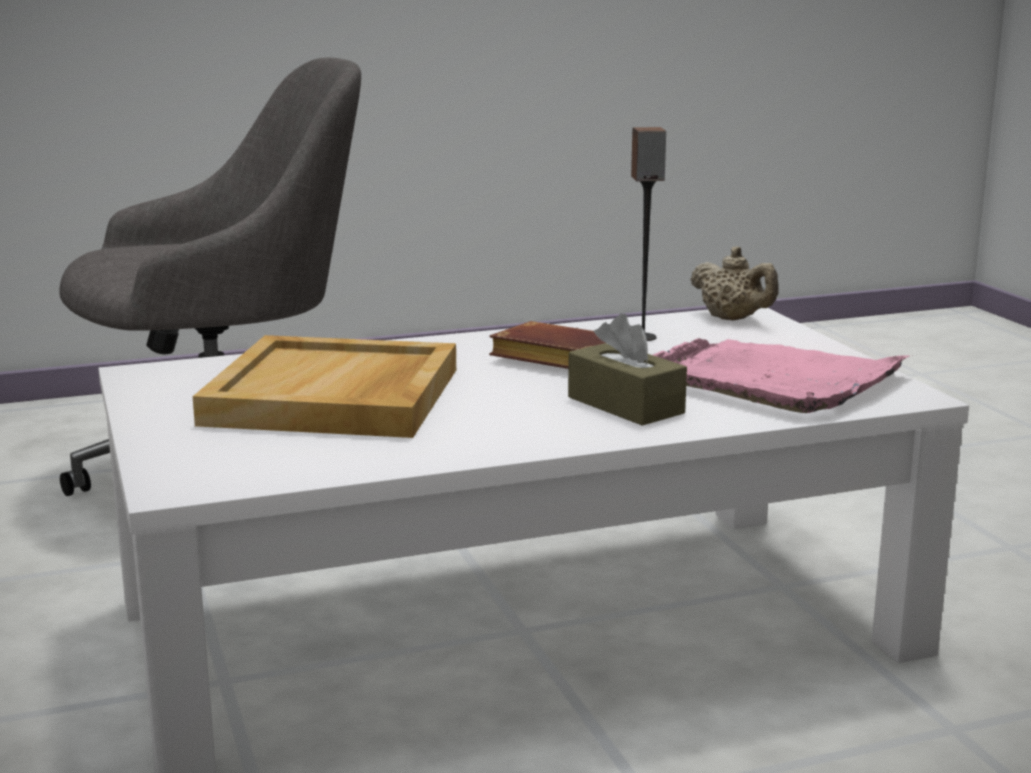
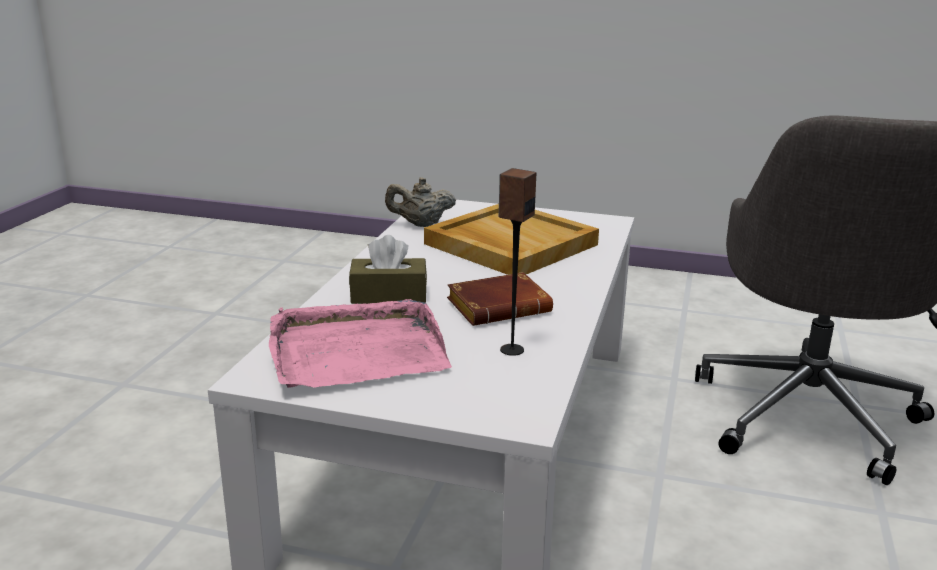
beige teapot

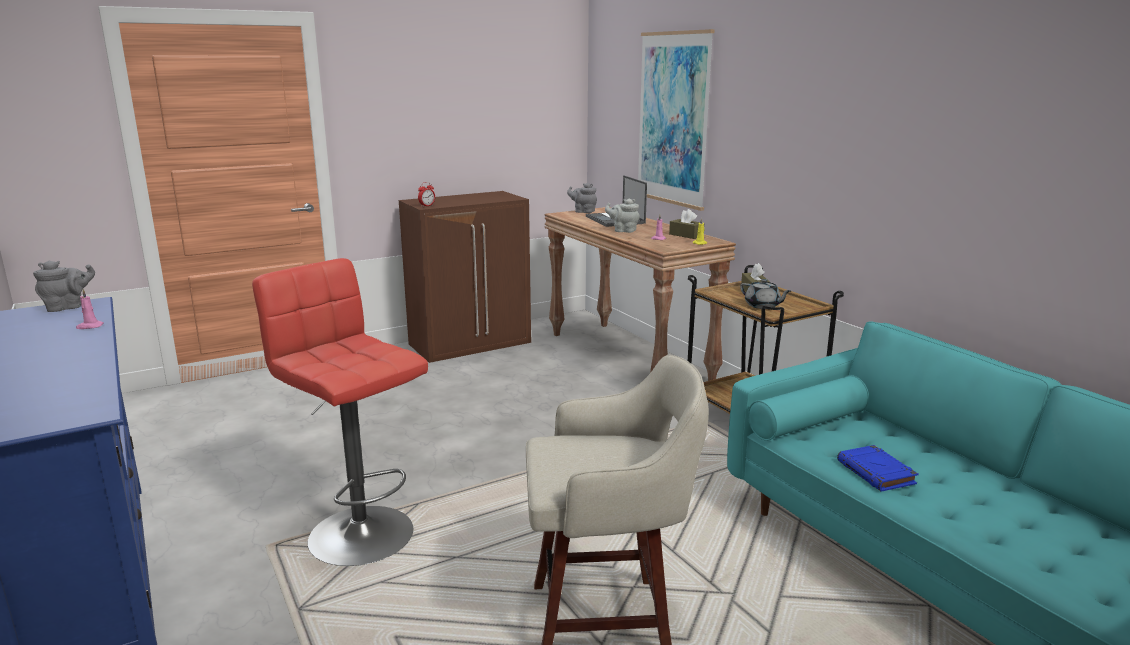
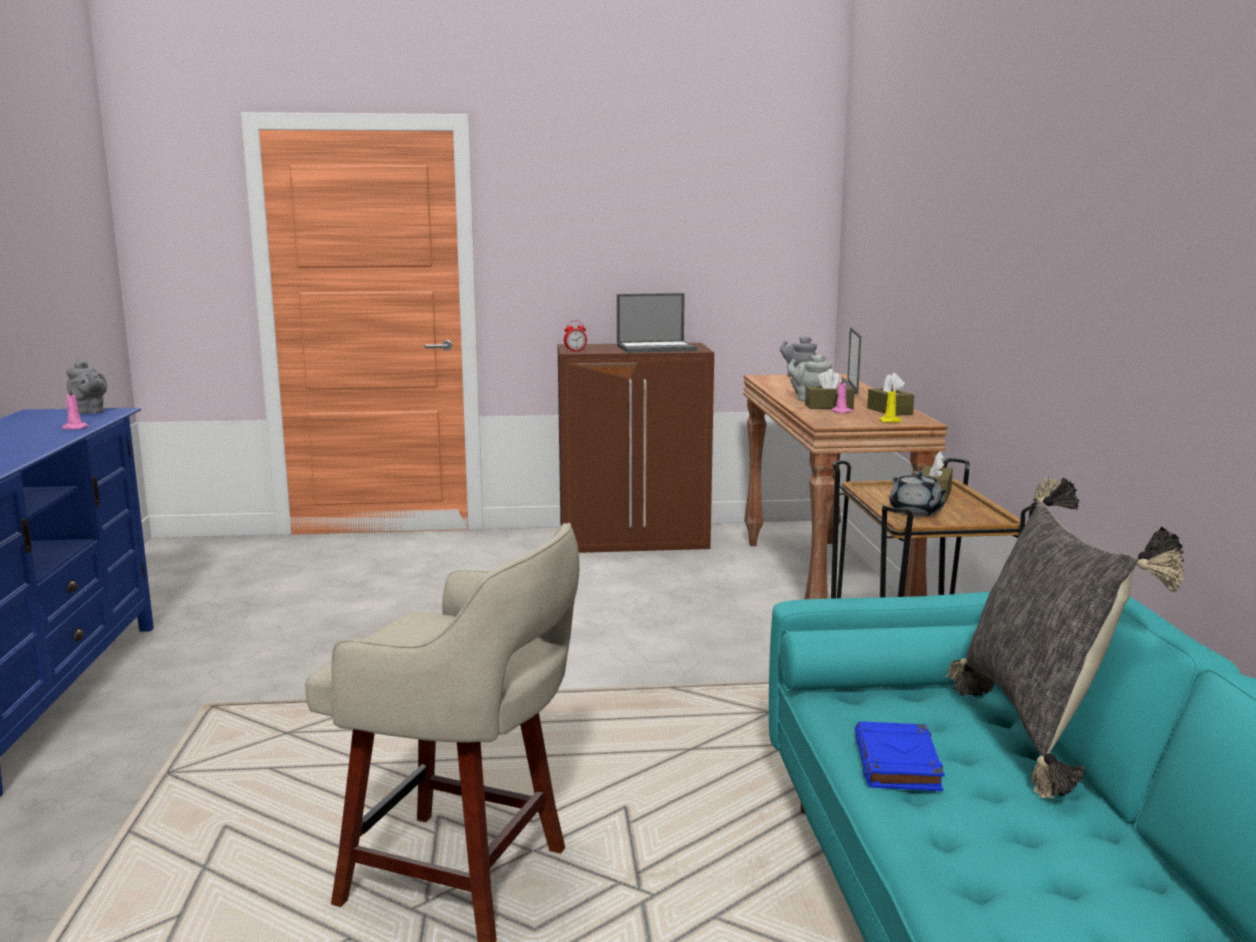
grey teapot (1st from left); red stool; picture; laptop (1st from left); brown tissue box (1st from left); pillow

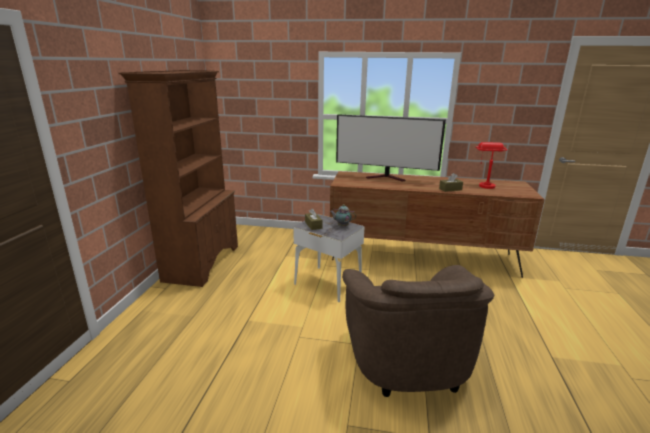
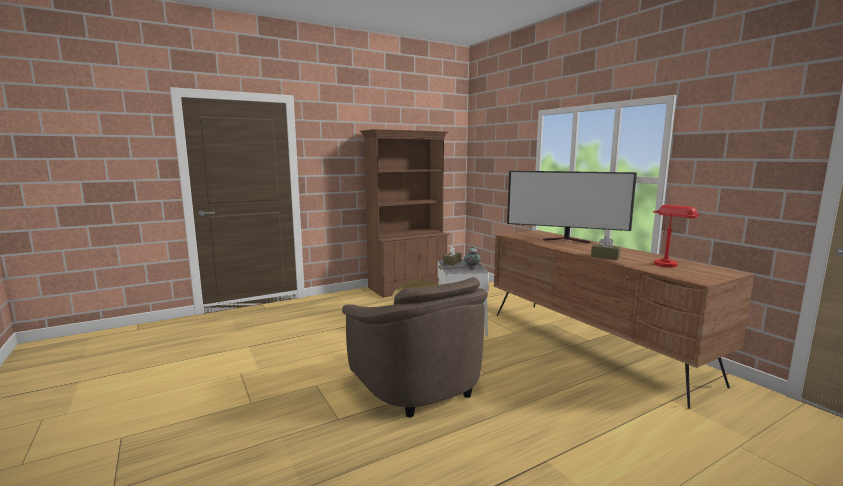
television; brown armchair

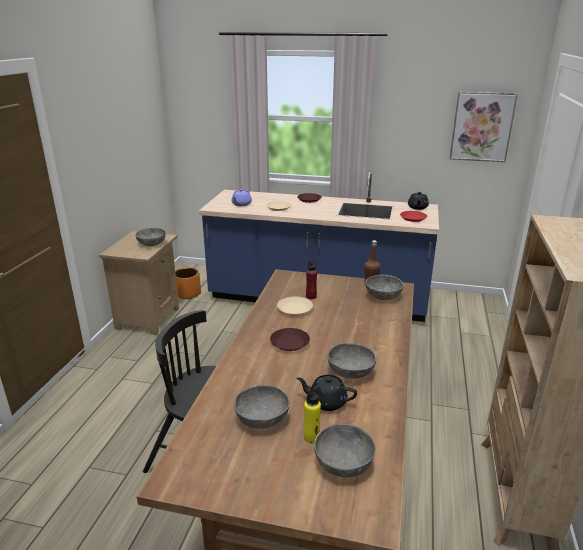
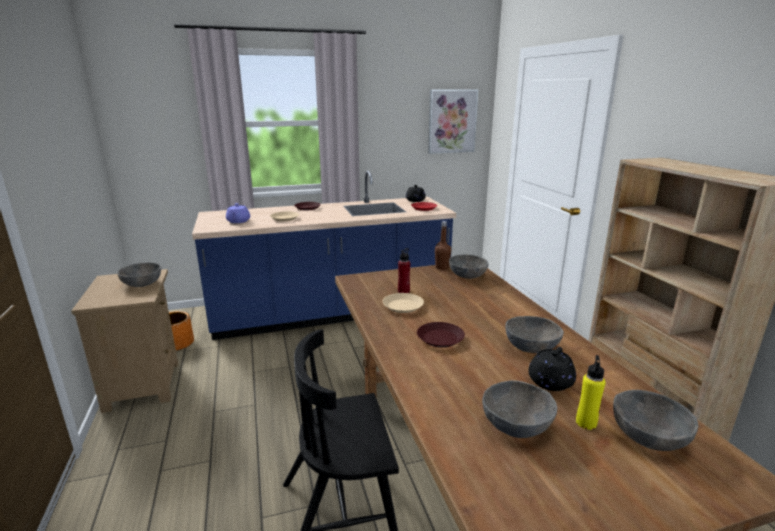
black teapot (2nd from left)

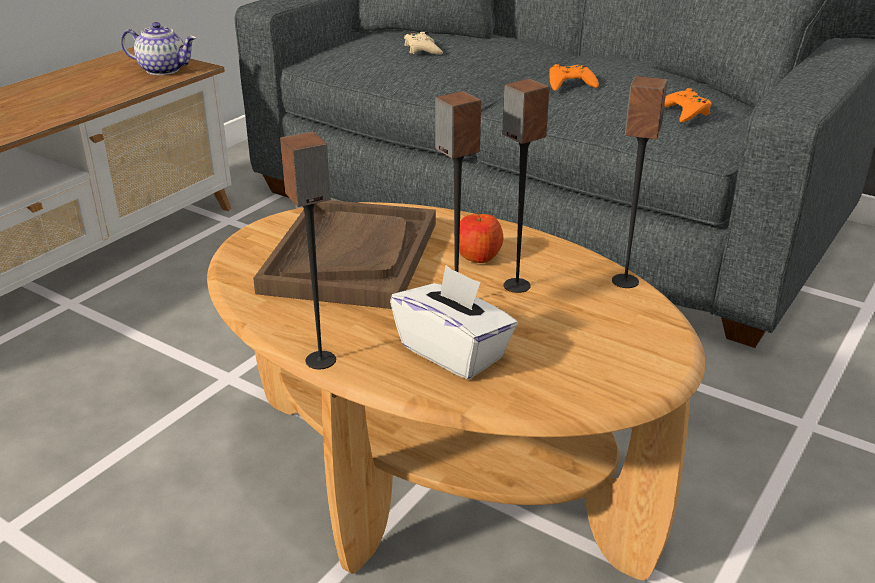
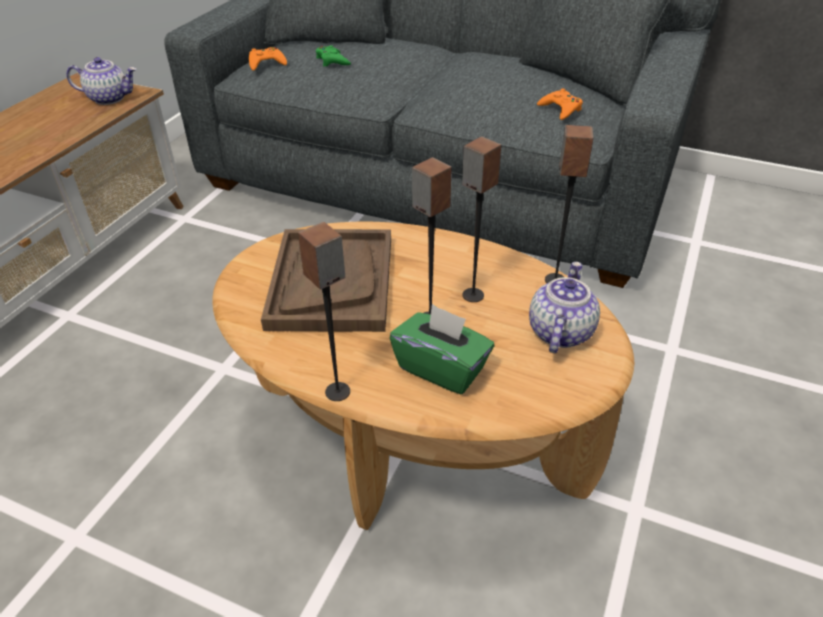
green tissue box; green game controller; apple; orange game controller (1st from left); teapot (2nd from left)

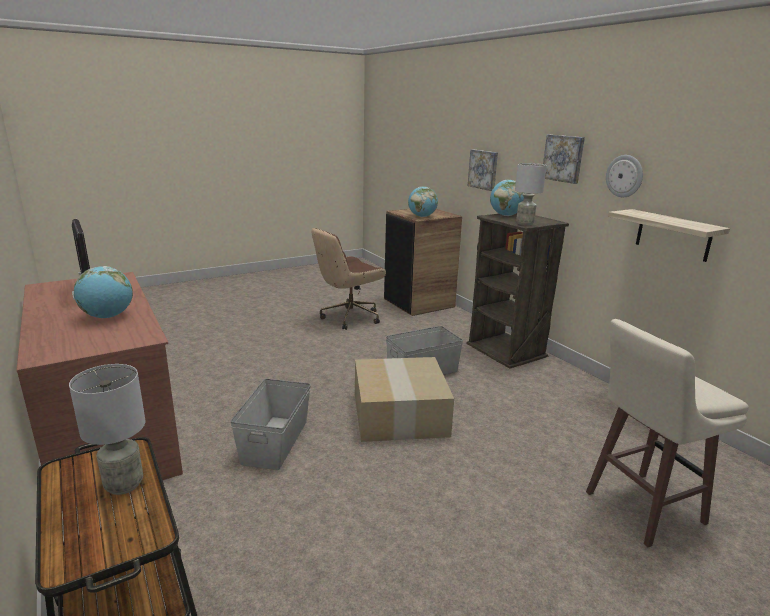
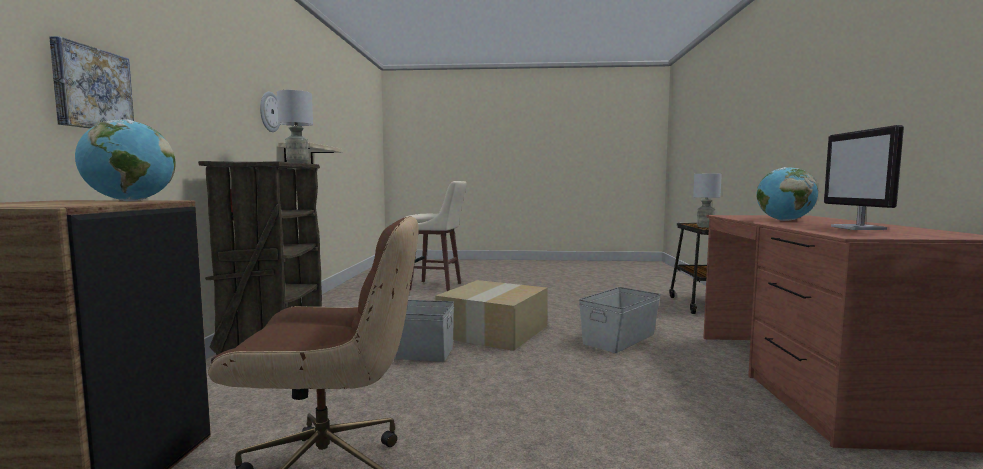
globe (3rd from left in the first image); picture (2nd from left in the first image)

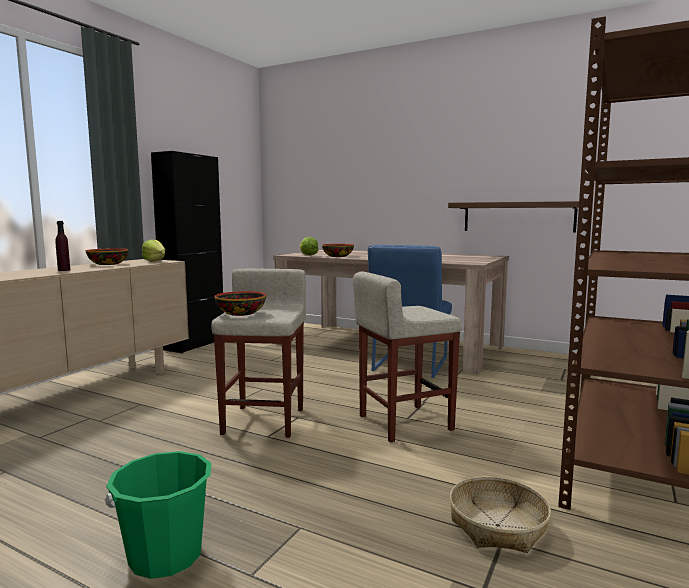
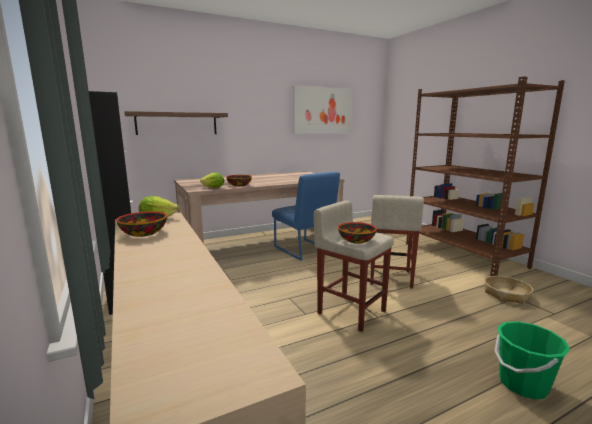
purple bottle; shelf; picture

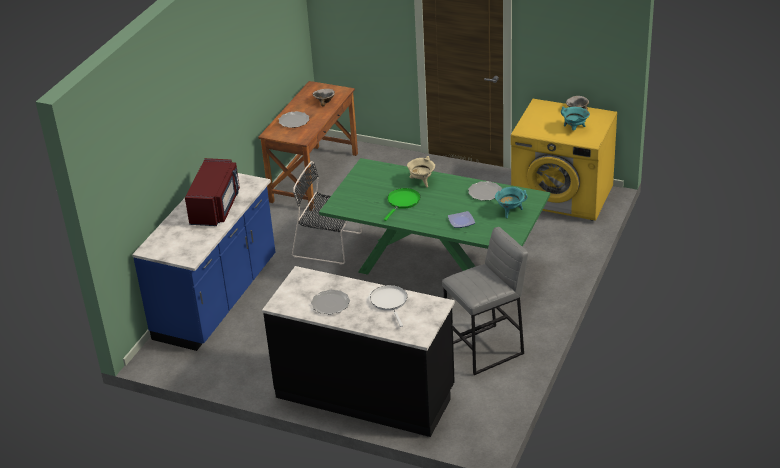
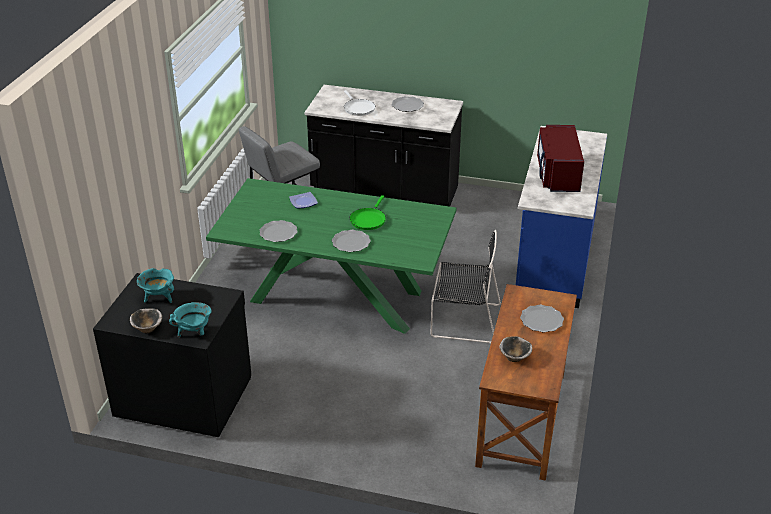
plate (3rd from left); turquoise cooking pot (2nd from left); black washing machine

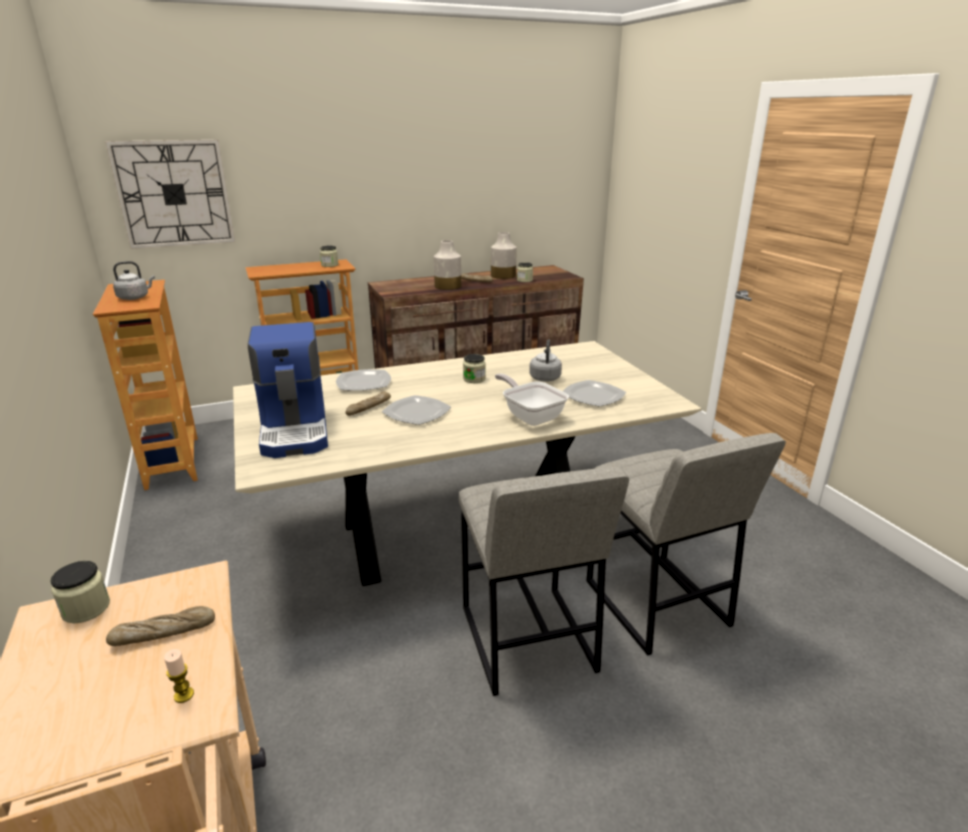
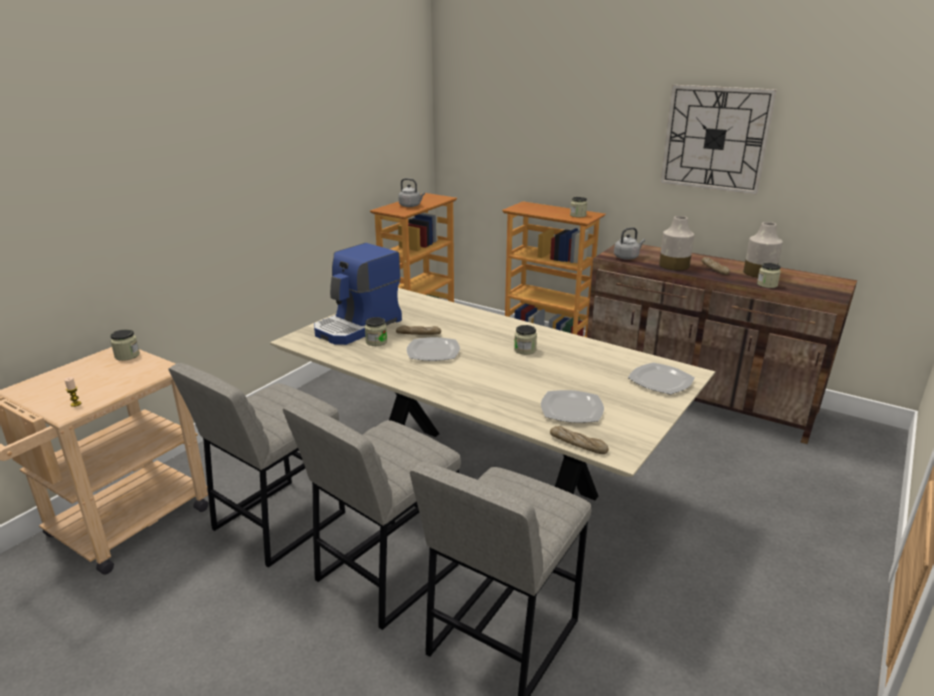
wall clock; bread (2nd from left); plate (3rd from left); frying pan; grey kettle (2nd from left); grey chair (1st from left); jar (2nd from left)

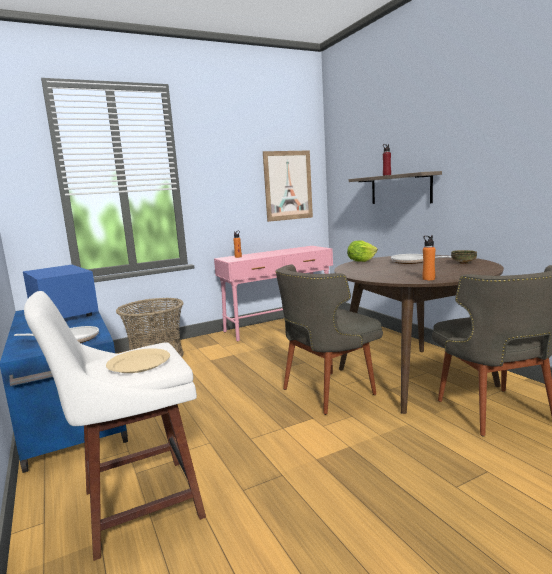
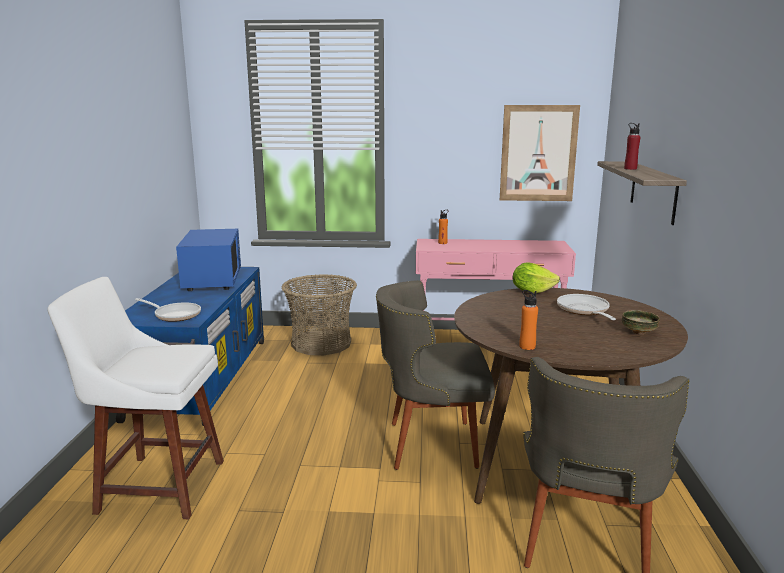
beige plate

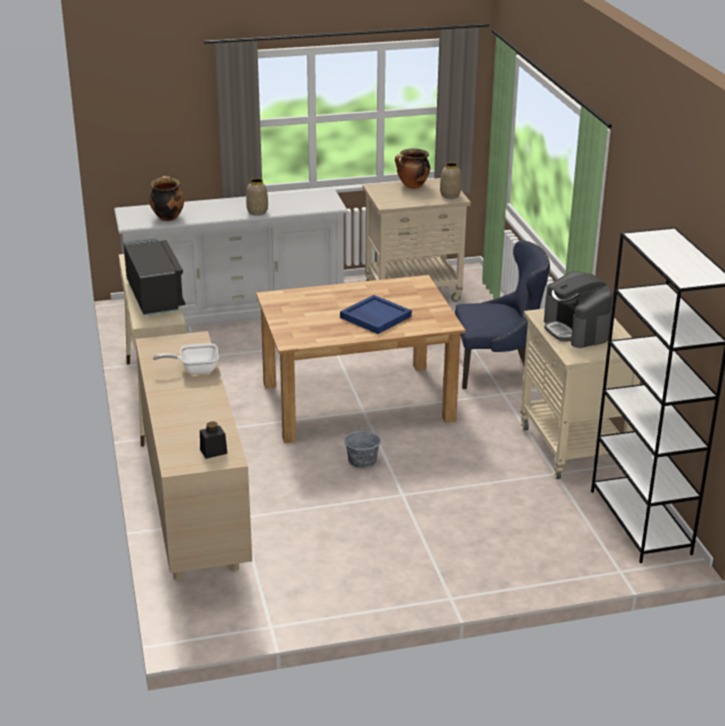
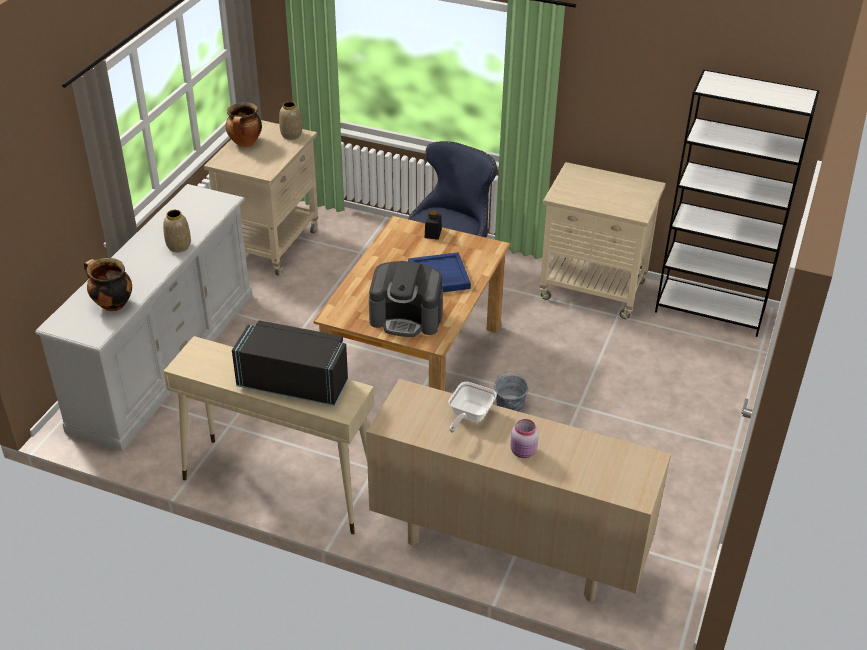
black jar; coffee machine; pink jar

